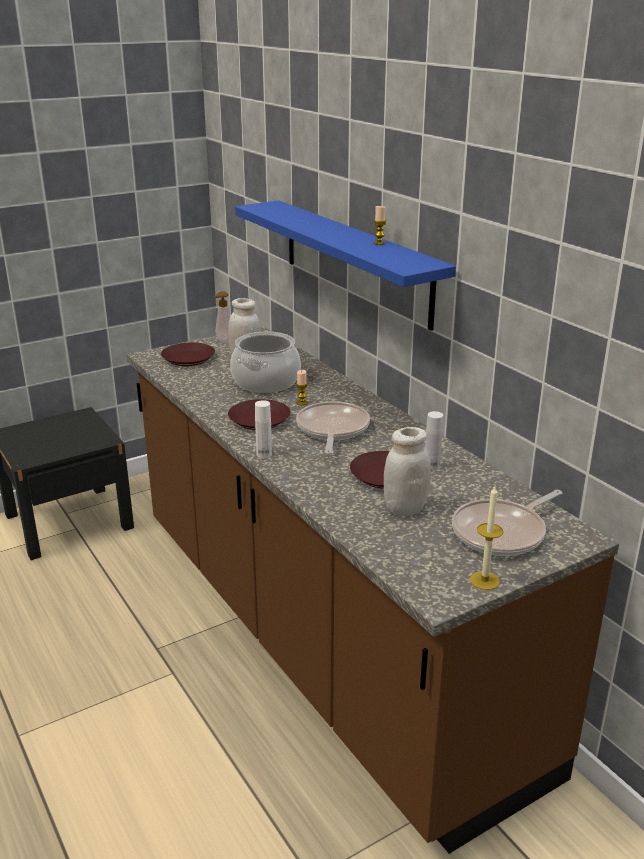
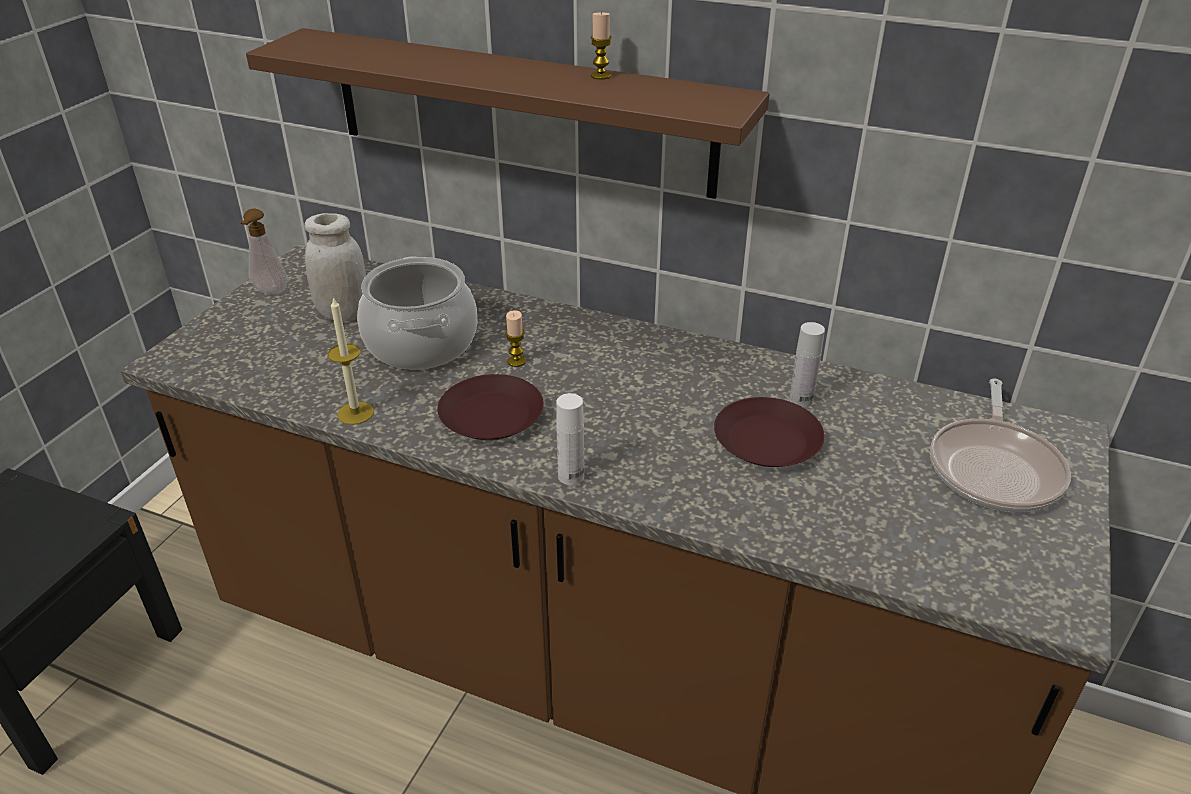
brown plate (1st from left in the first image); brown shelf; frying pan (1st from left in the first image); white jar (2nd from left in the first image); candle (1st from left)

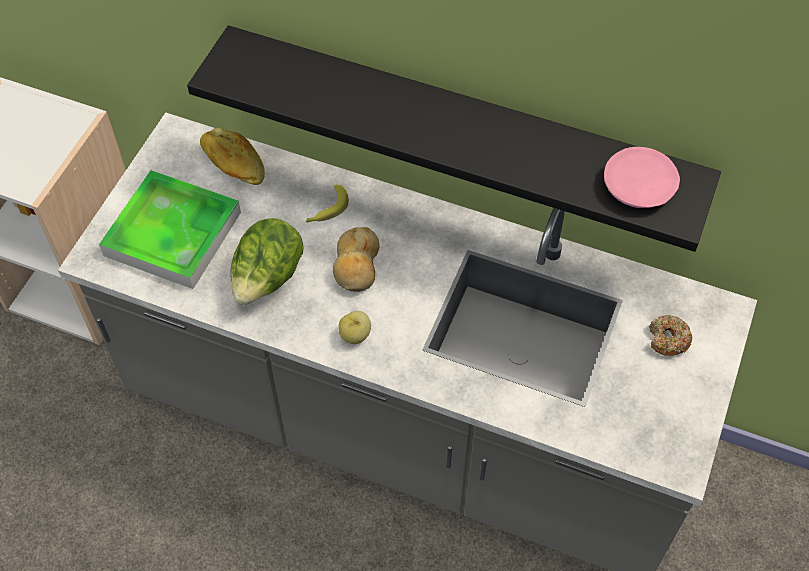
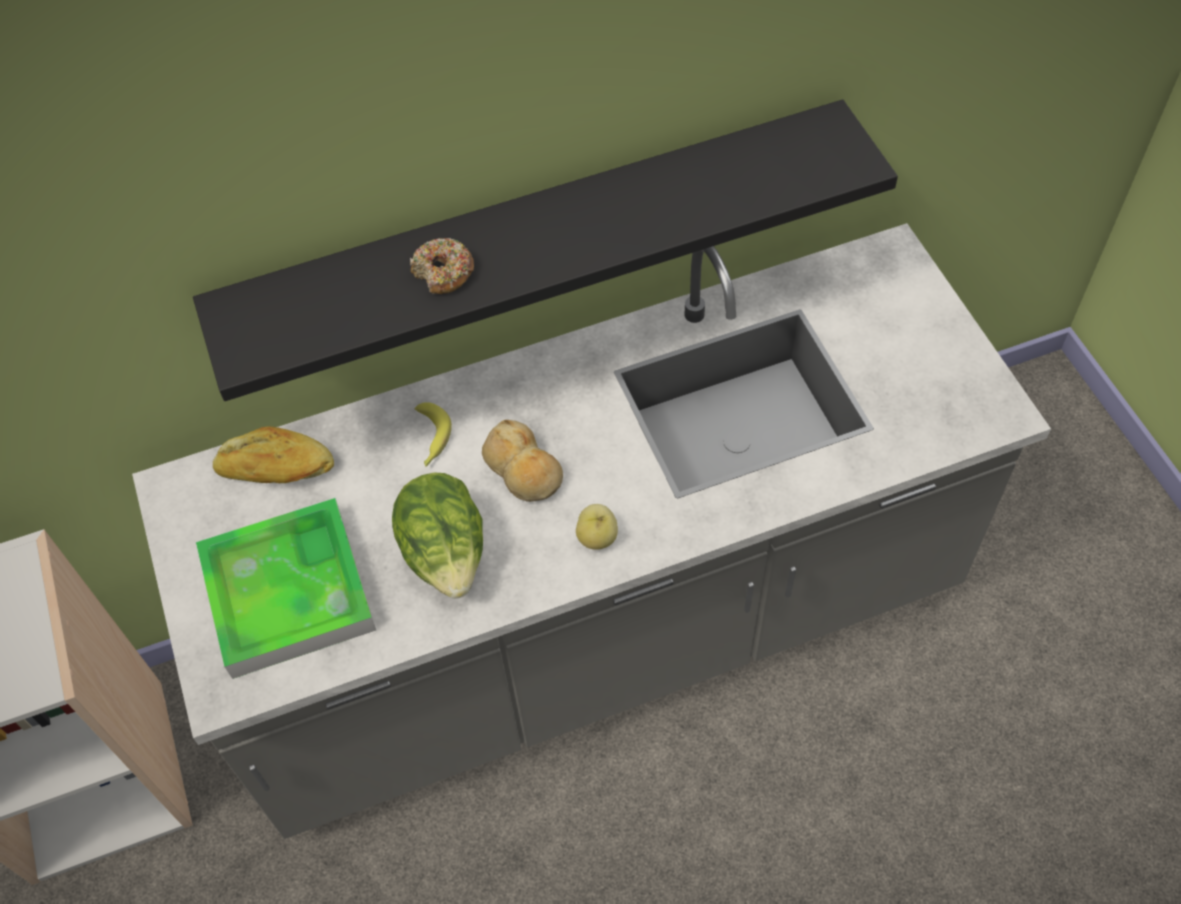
pink plate; donut

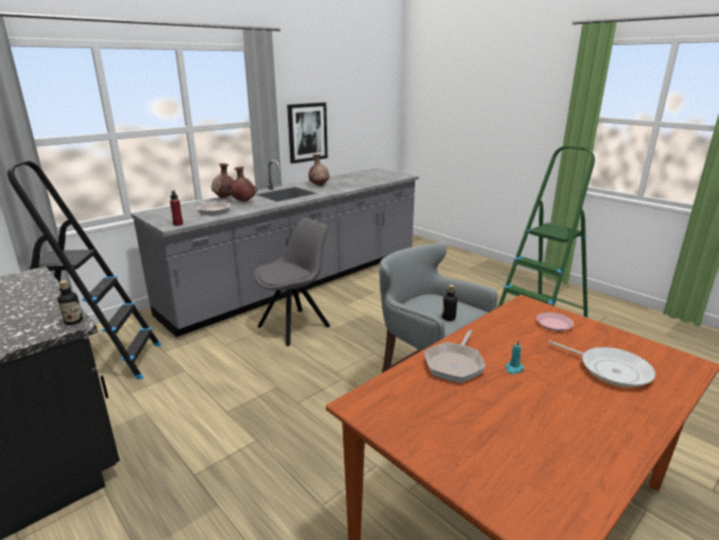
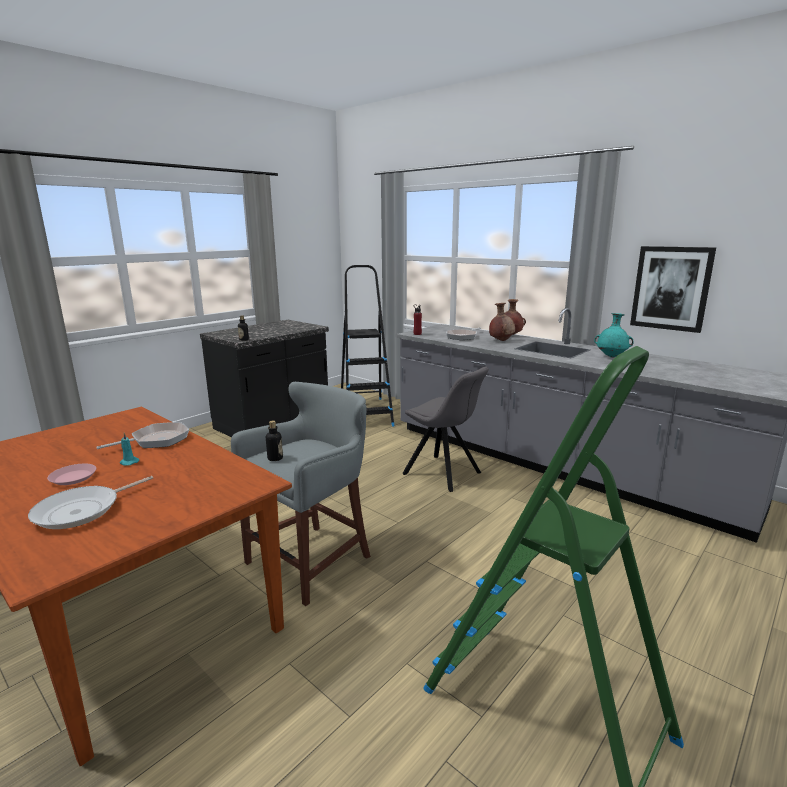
turquoise vase; frying pan (2nd from left); pink plate

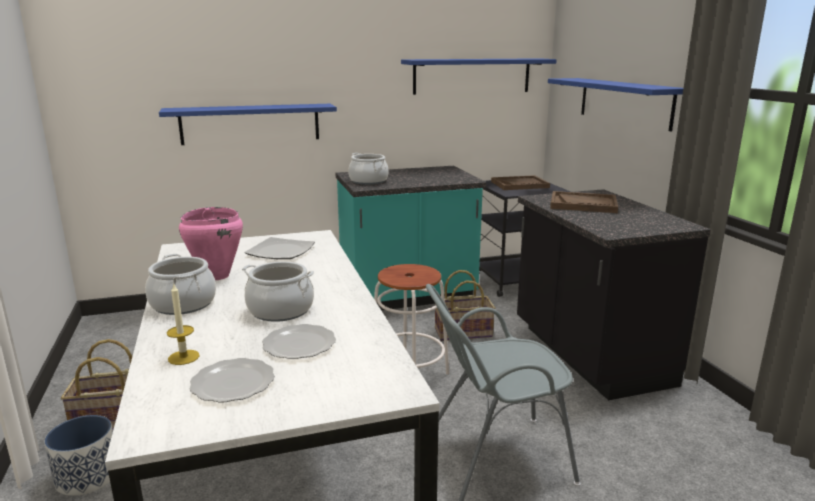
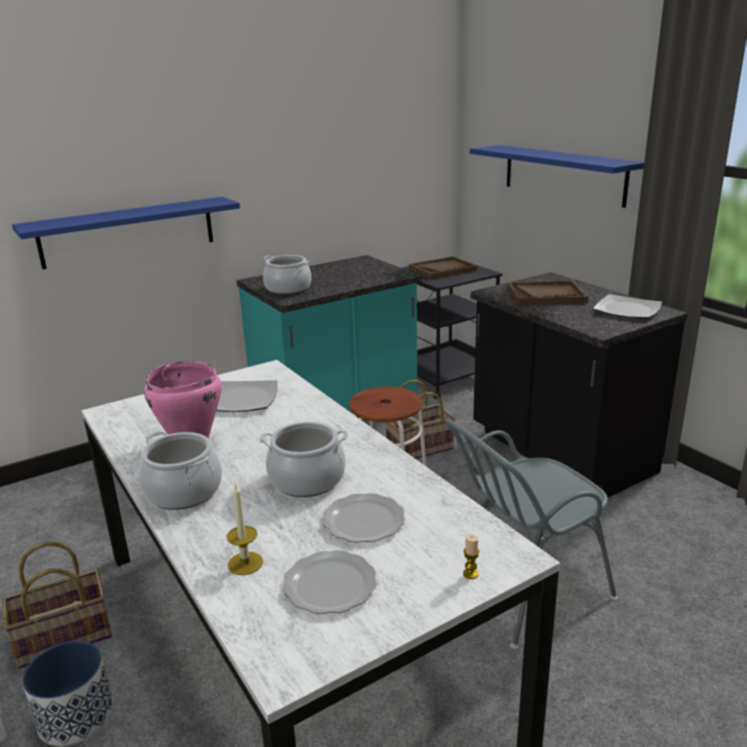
blue shelf (2nd from left in the first image); candle (2nd from left); plate (4th from left)

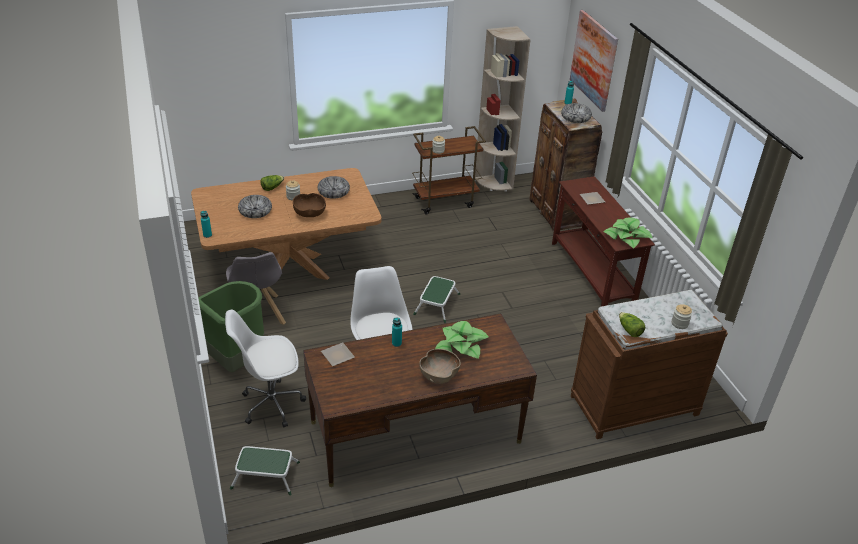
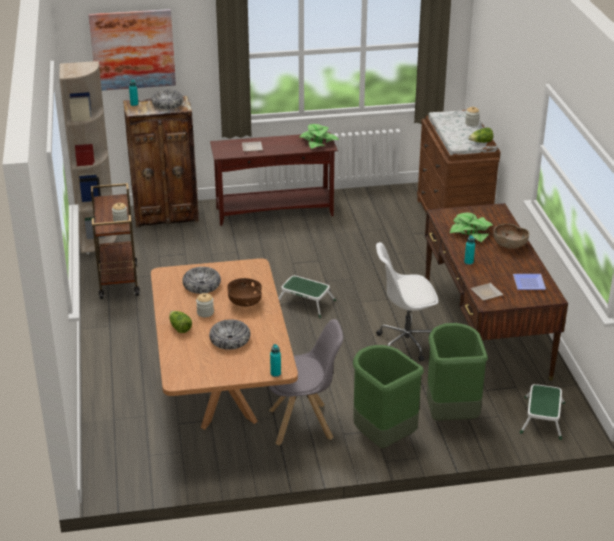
green trash can (2nd from left); plate (3rd from left)

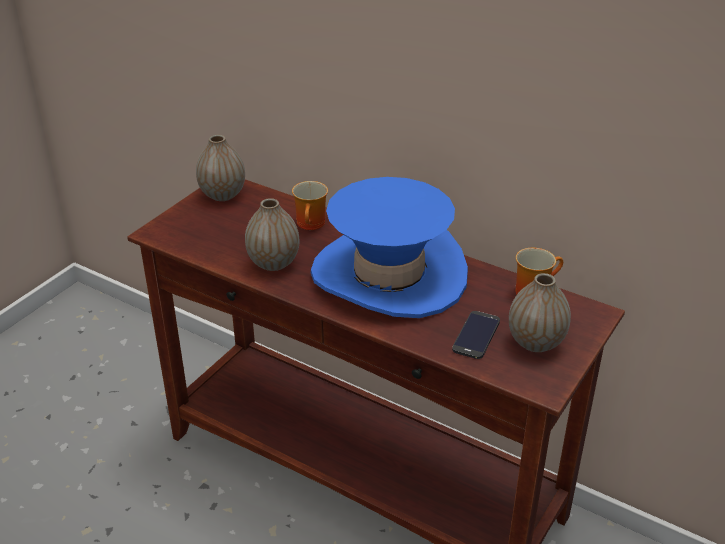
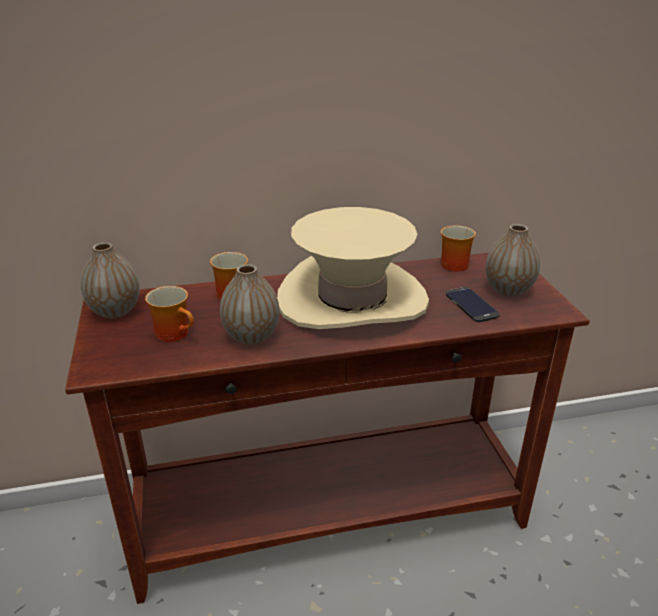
beige hat; mug (1st from left)

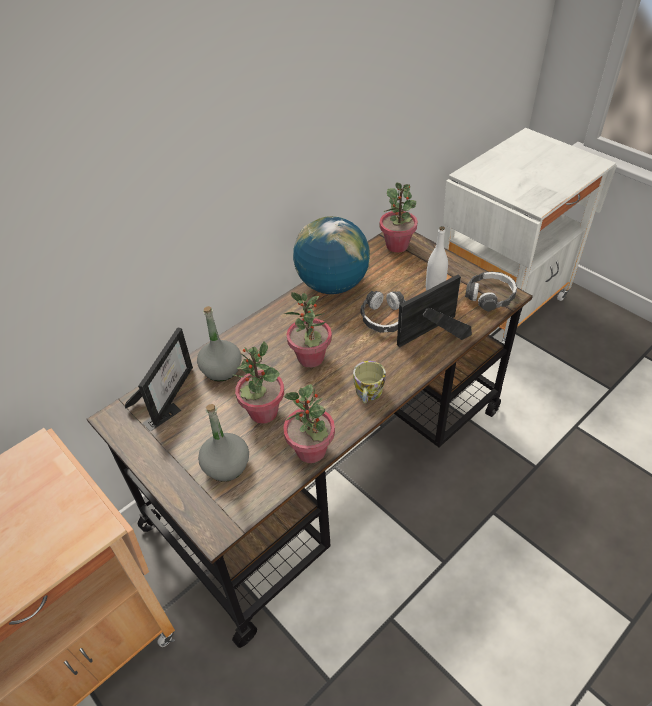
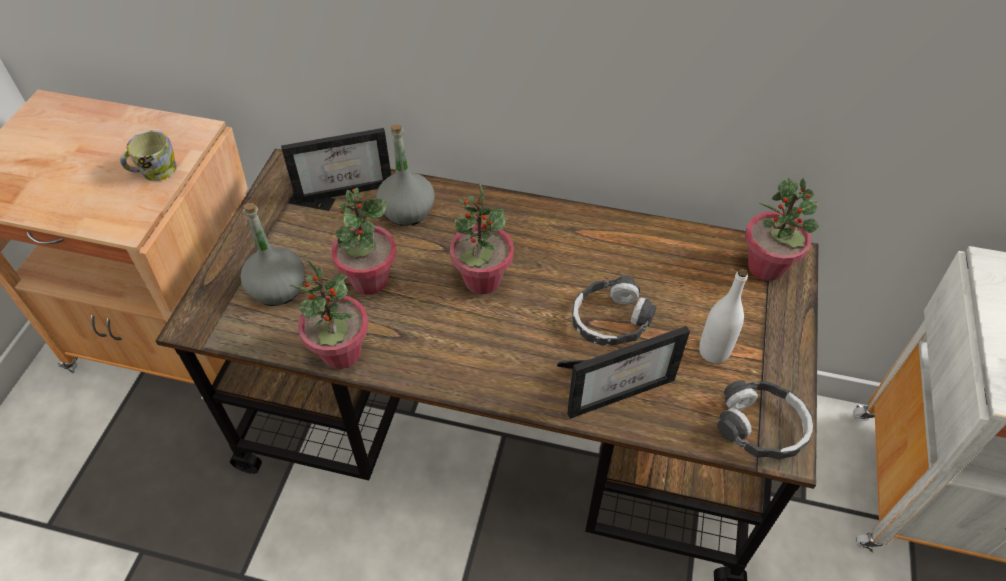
globe; mug; picture frame (2nd from left)

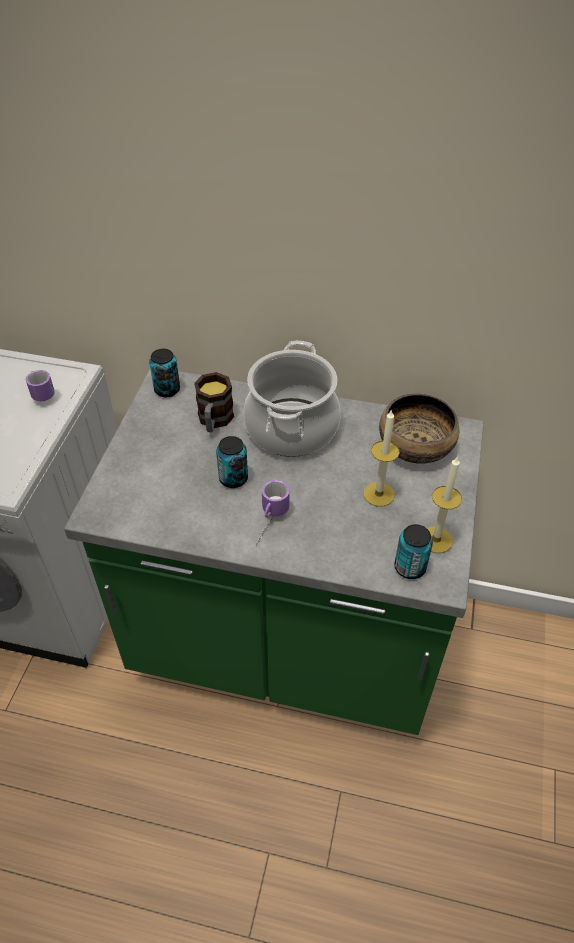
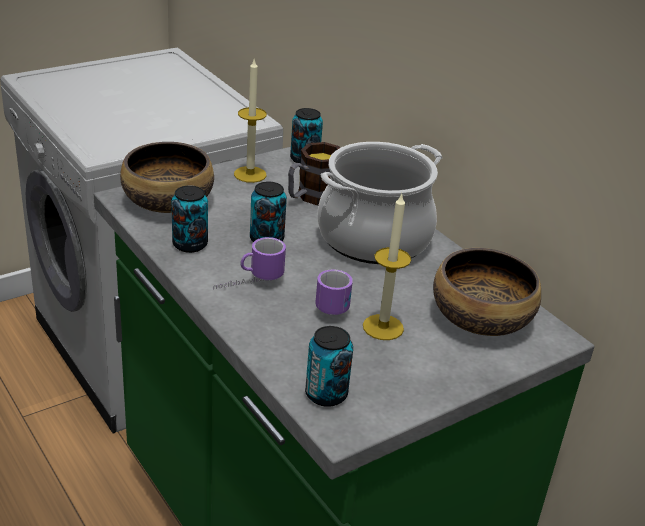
mug (3rd from left); candle (1st from left); bowl (1st from left); can (1st from left)

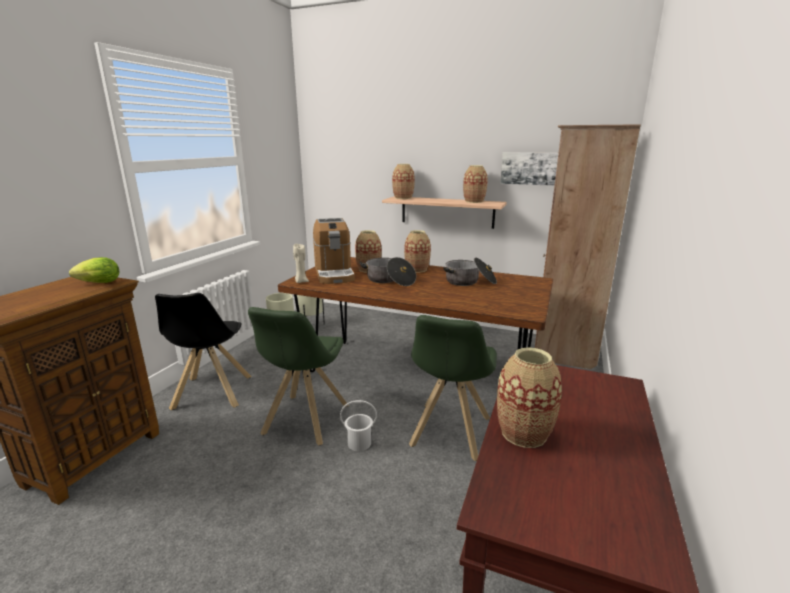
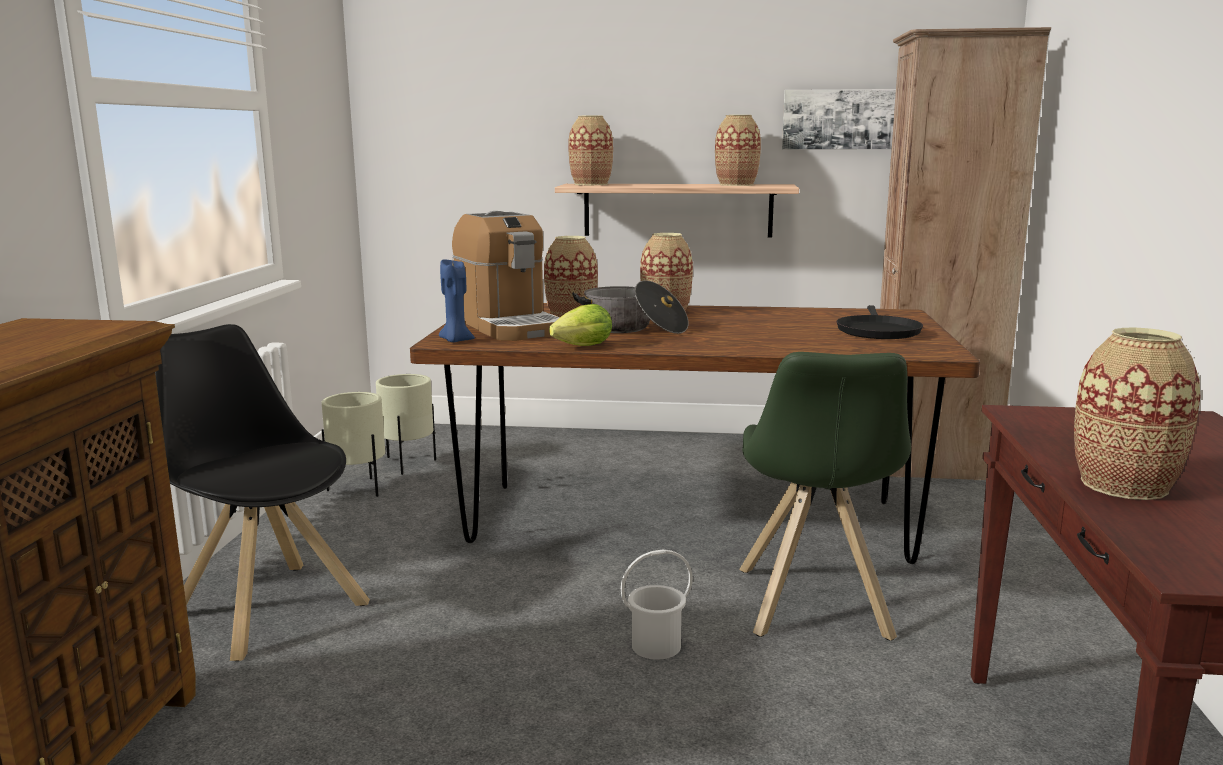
lettuce; black chair; green chair (1st from left in the first image); blue candle; cooking pot (2nd from left in the first image); black frying pan

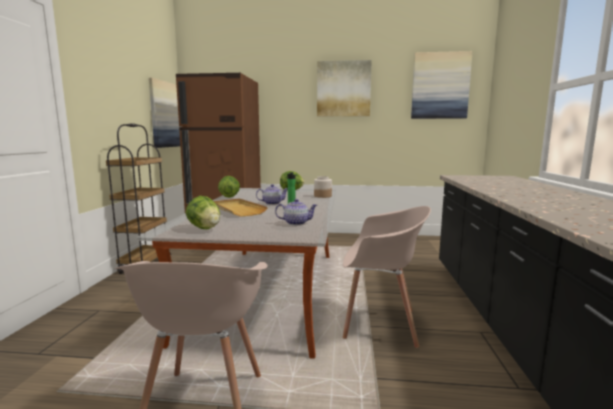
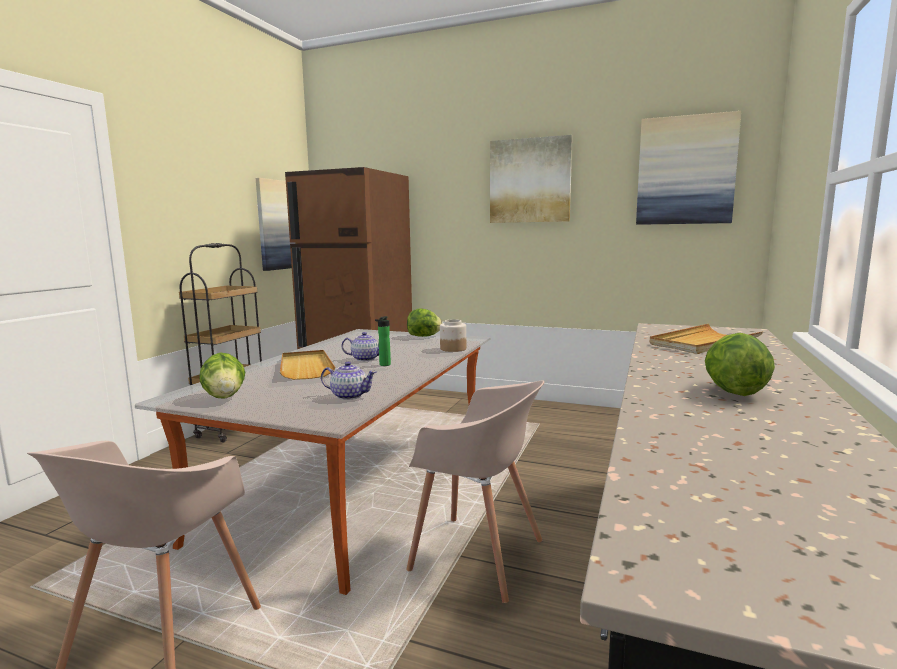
lettuce (3rd from left); beige tray (2nd from left)

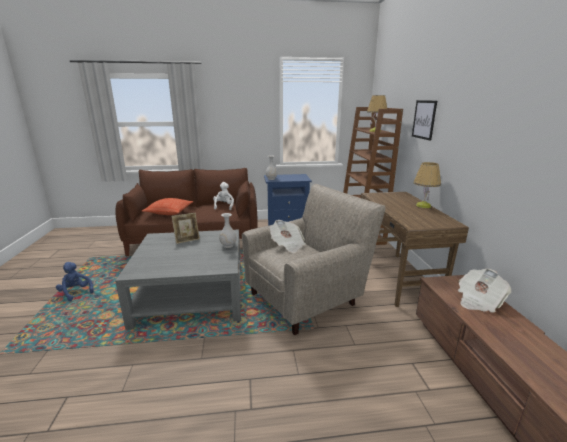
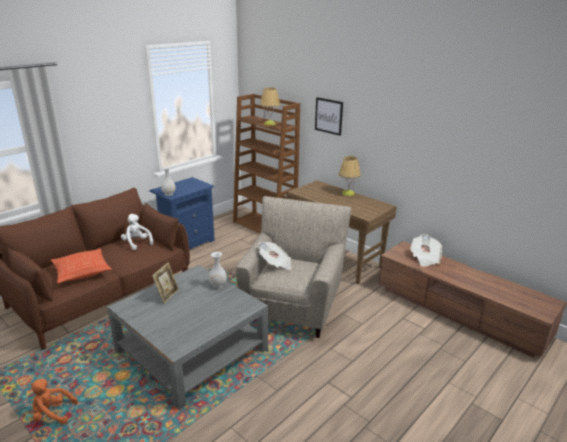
orange plush toy

